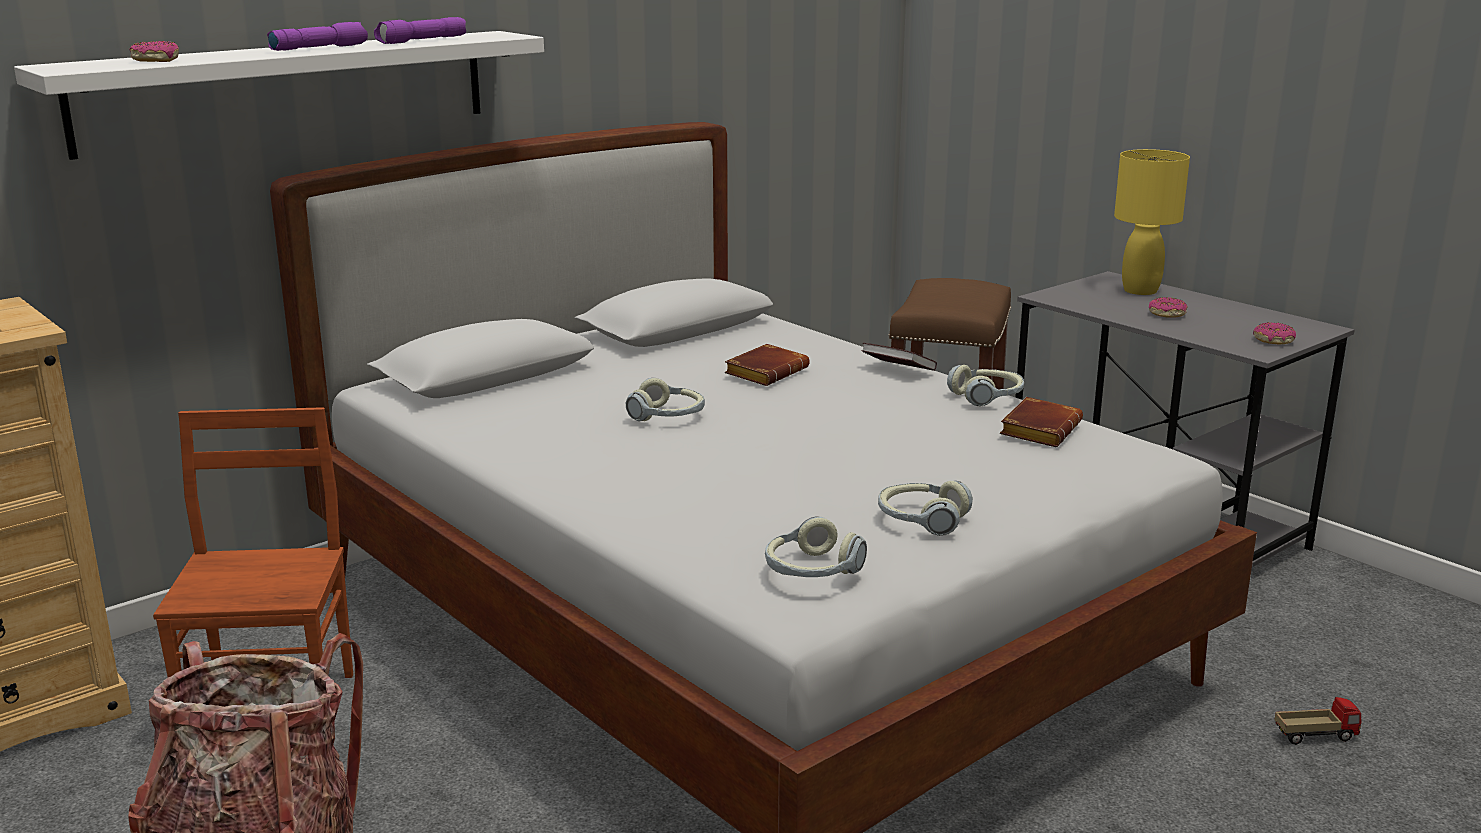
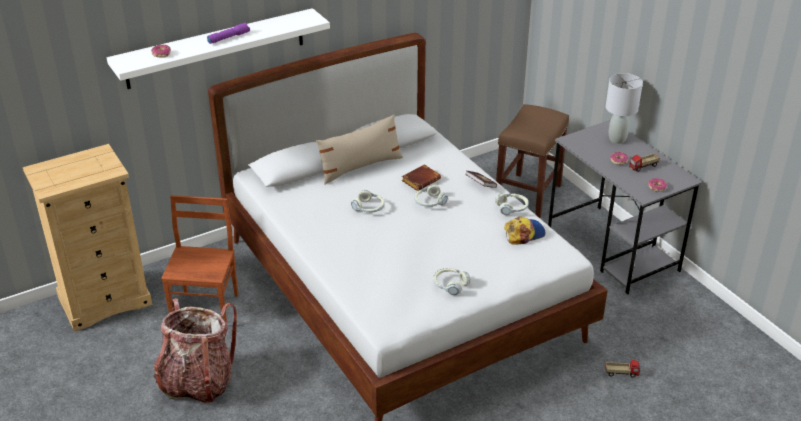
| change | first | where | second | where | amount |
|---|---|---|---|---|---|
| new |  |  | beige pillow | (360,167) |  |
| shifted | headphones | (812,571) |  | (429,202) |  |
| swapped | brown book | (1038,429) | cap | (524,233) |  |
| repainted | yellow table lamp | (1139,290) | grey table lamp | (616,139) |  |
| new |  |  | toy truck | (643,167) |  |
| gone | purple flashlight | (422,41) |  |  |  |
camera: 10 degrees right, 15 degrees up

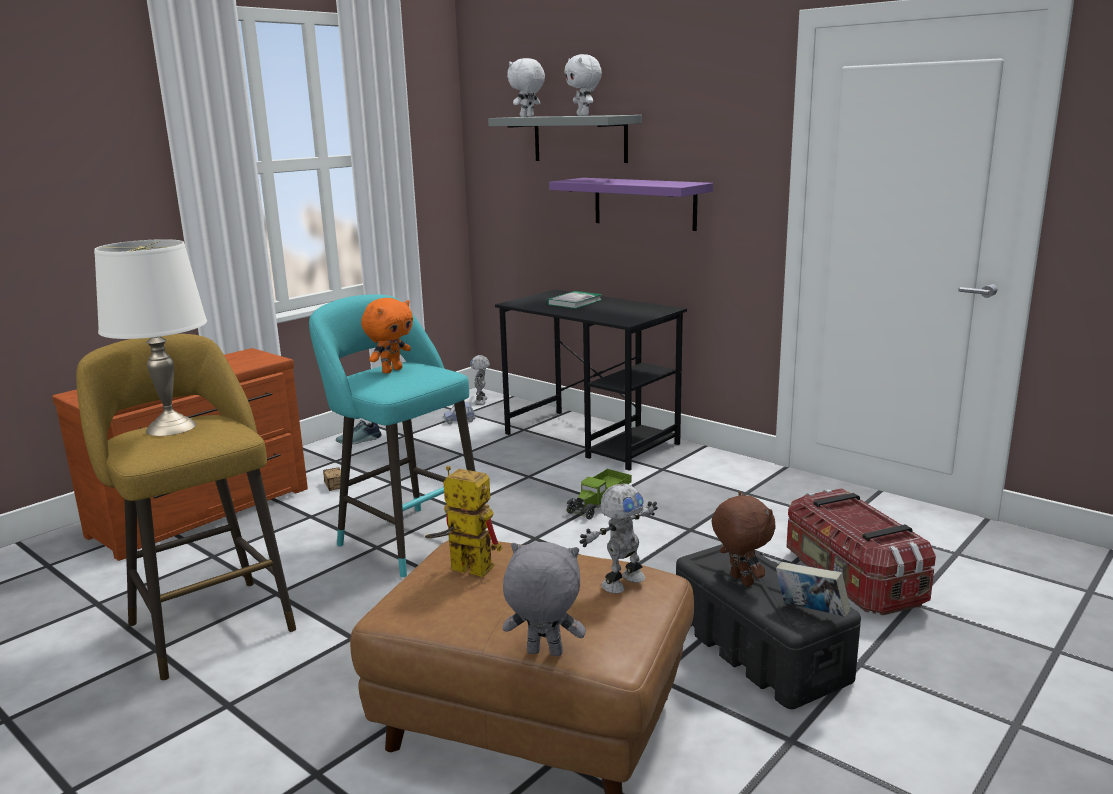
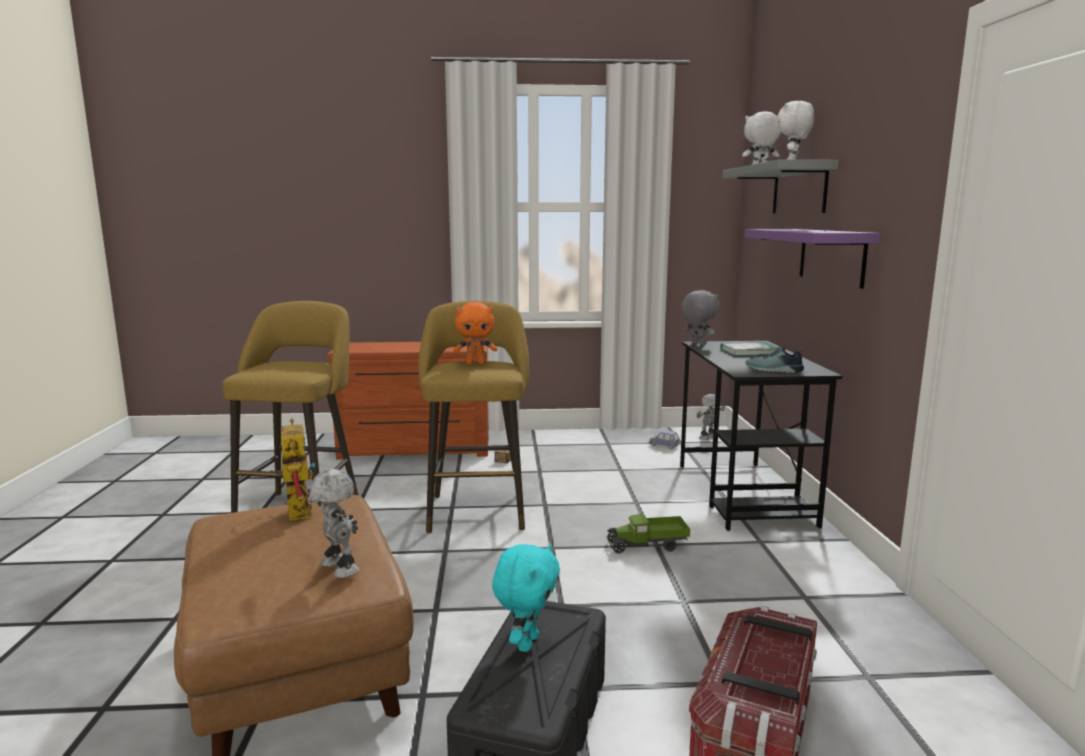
| change | first | where | second | where | amount |
|---|---|---|---|---|---|
| rotated | toy robot | (621,582) |  | (337,568) | 135 degrees counterclockwise |
| repainted | turquoise stool | (405,538) | yellow stool | (477,509) |  |
| repainted | brown plush toy | (740,580) | turquoise plush toy | (526,642) |  |
| shifted | grey plush toy | (543,654) |  | (697,344) |  |
| shifted | shoe | (359,441) |  | (774,370) |  |
| gone | white table lamp | (170,428) |  |  |  |
| gone | book | (810,613) |  |  |  |
camera: 45 degrees right, 5 degrees down

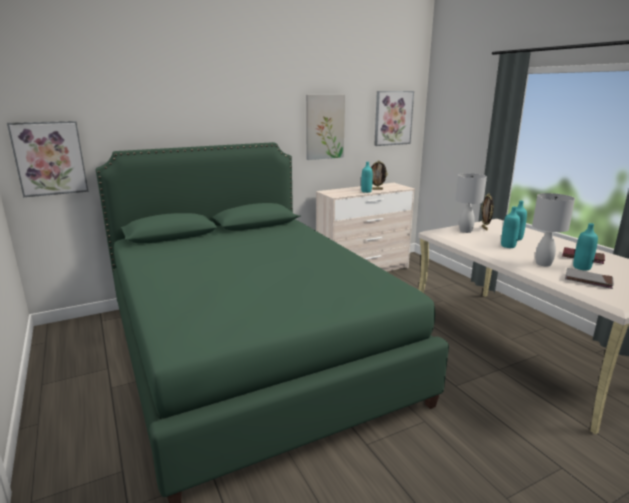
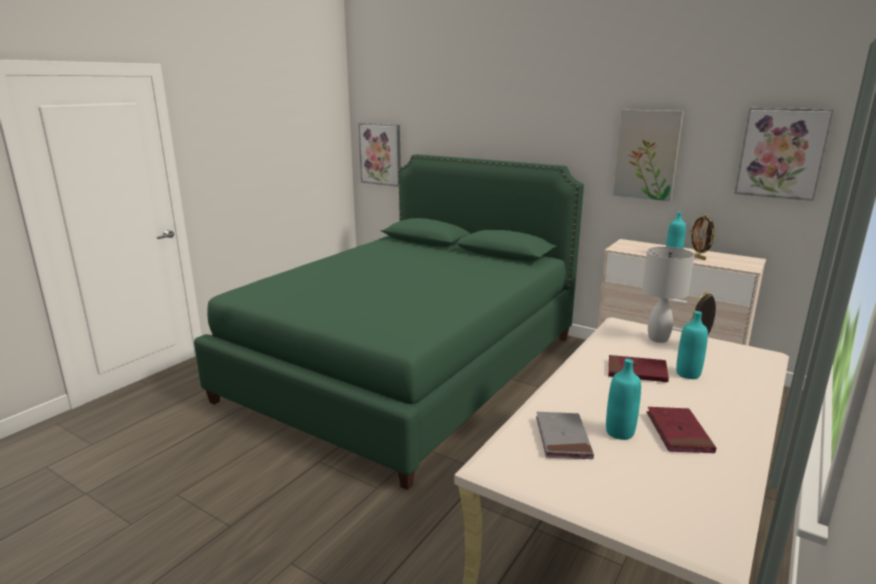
| change | first | where | second | where | amount |
|---|---|---|---|---|---|
| swapped | turquoise bottle | (508,246) | red book | (637,372) |  |
| gone | white table lamp | (542,264) |  |  |  |
camera: 60 degrees right, 0 degrees up

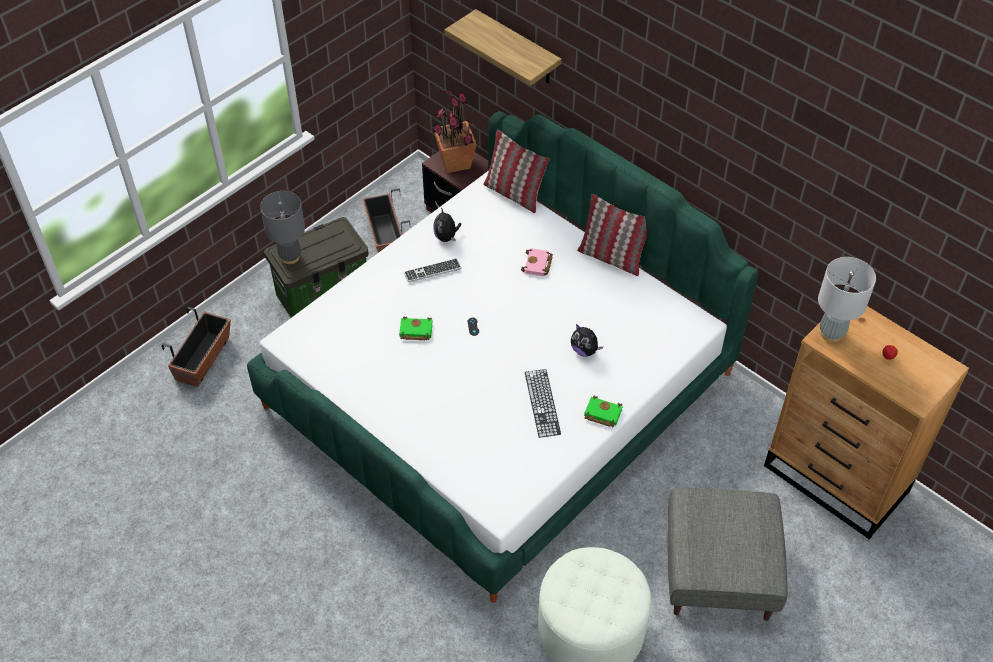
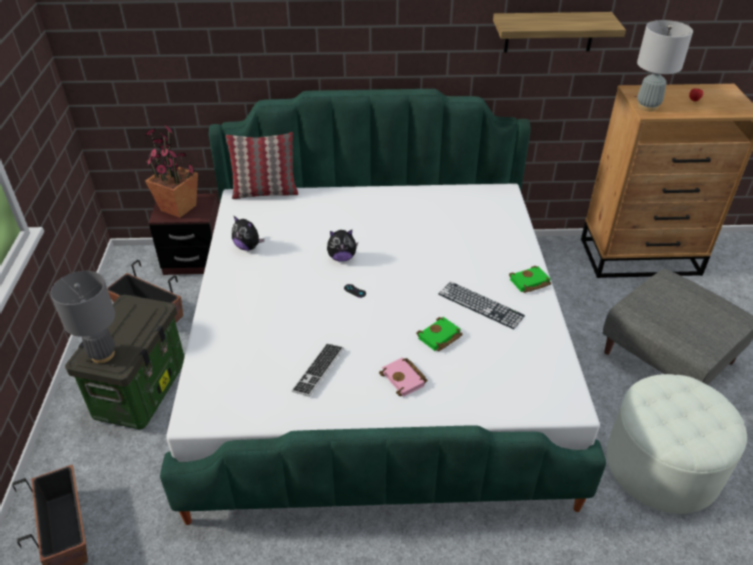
| change | first | where | second | where | amount |
|---|---|---|---|---|---|
| shifted | keyboard | (432,271) |  | (318,370) |  |
| shifted | plush toy | (584,350) |  | (342,258) |  |
| shifted | pink book | (538,265) |  | (405,379) |  |
| shifted | green book | (415,331) |  | (439,338) |  |
| shifted | shelf | (517,48) |  | (549,32) |  |
| gone | pillow | (611,257) |  |  |  |
camera: 45 degrees left, 10 degrees down

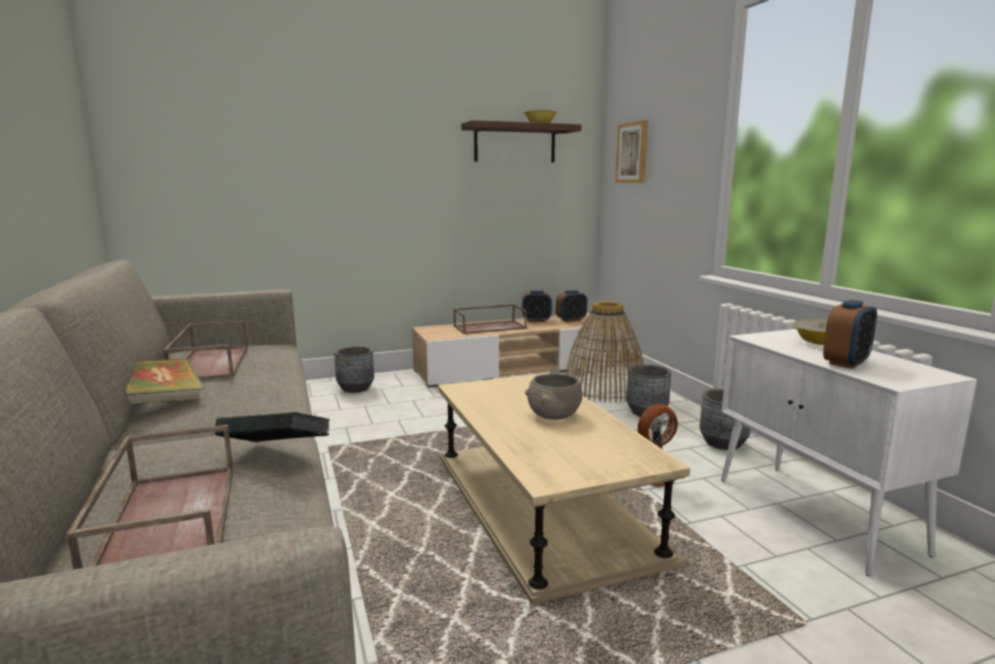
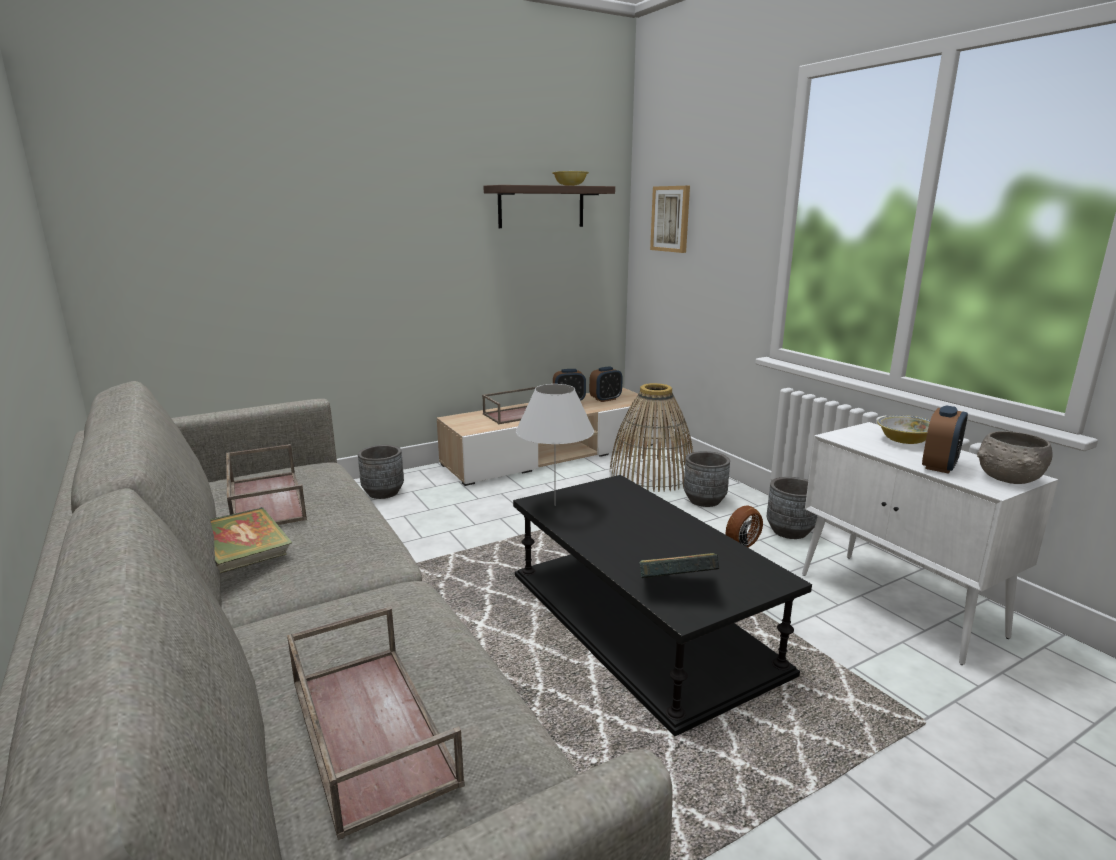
| change | first | where | second | where | amount |
|---|---|---|---|---|---|
| repainted | beige coffee table | (539,505) | black coffee table | (638,621) |  |
| new |  |  | white table lamp | (555,505) |  |
| shifted | book | (276,454) |  | (676,587) |  |
| shifted | grey bowl | (554,415) |  | (1009,479) |  |
camera: 10 degrees left, 5 degrees up

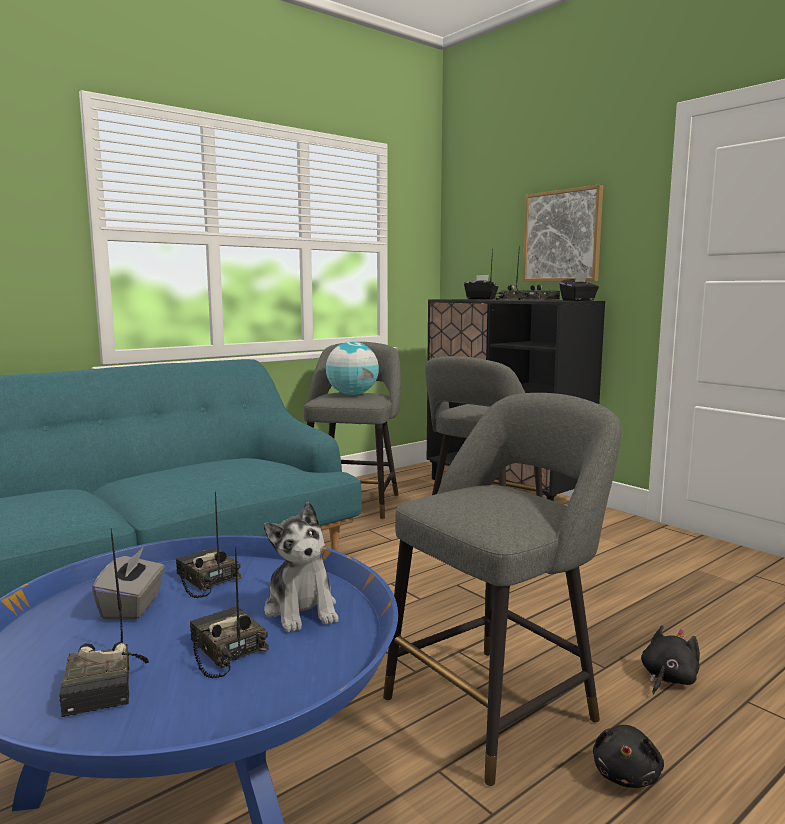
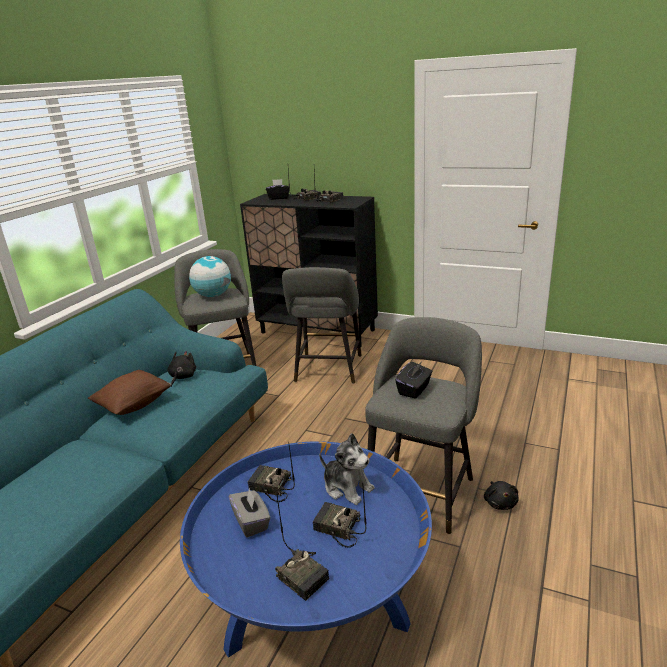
| change | first | where | second | where | amount |
|---|---|---|---|---|---|
| new |  |  | brown pillow | (134,405) |  |
| shifted | black plush toy | (667,679) |  | (182,377) |  |
| shifted | black tissue box | (578,300) |  | (414,390) |  |
| gone | picture | (562,236) |  |  |  |
camera: 25 degrees left, 15 degrees up

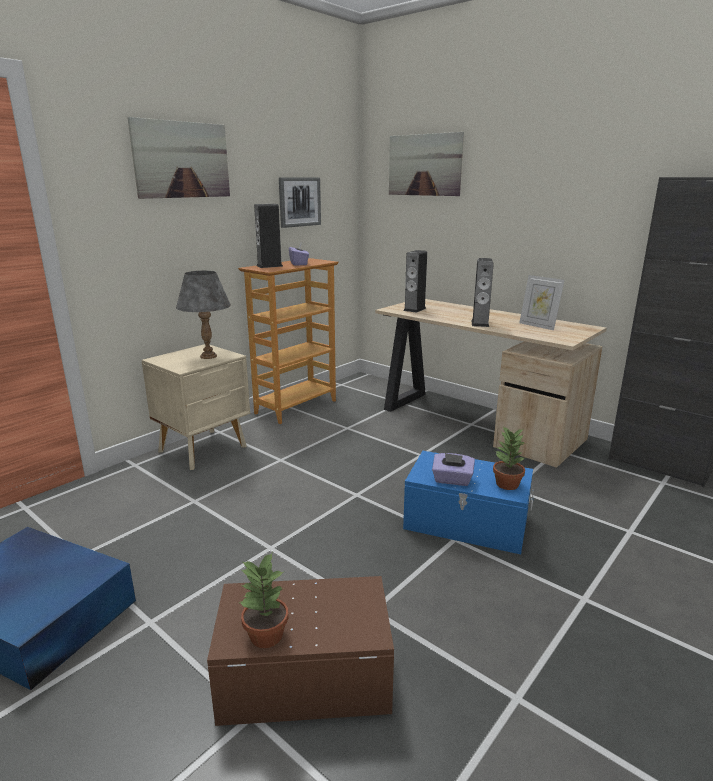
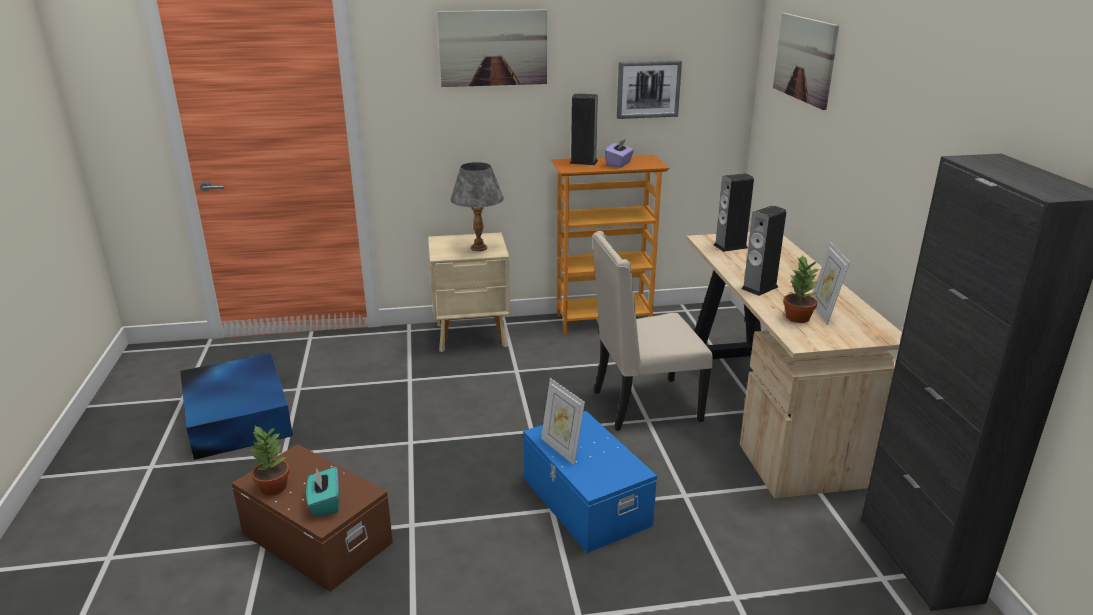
| change | first | where | second | where | amount |
|---|---|---|---|---|---|
| new |  |  | turquoise tissue box | (325,503) |  |
| swapped | purple tissue box | (452,480) | picture frame | (561,449) |  |
| new |  |  | beige chair | (643,406) |  |
| shifted | potted plant | (506,484) |  | (797,317) |  |
camera: 40 degrees right, 5 degrees up

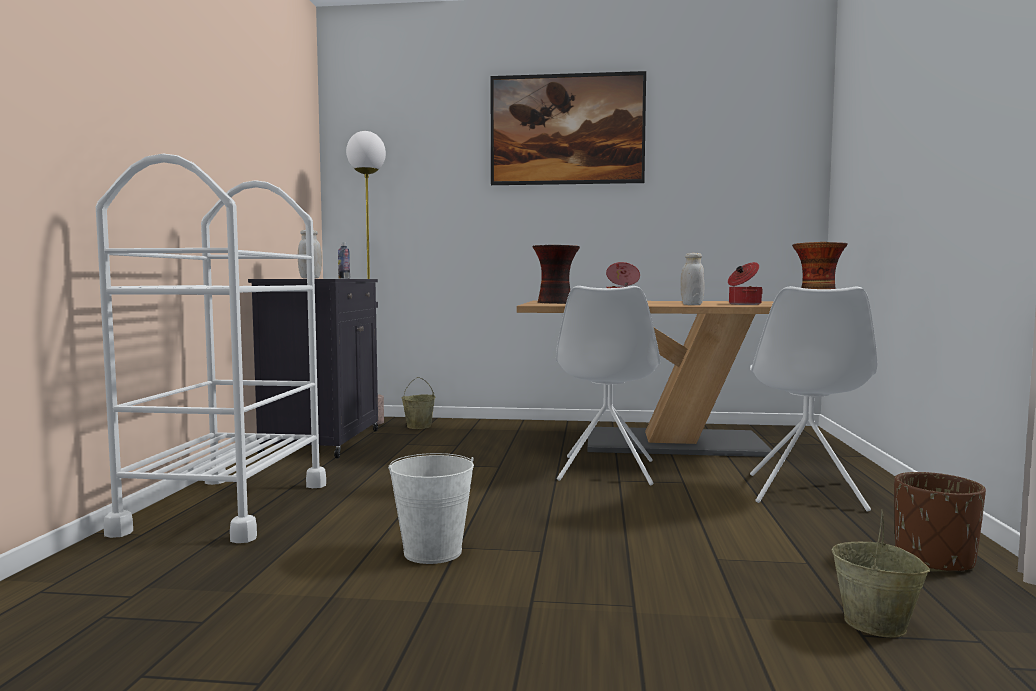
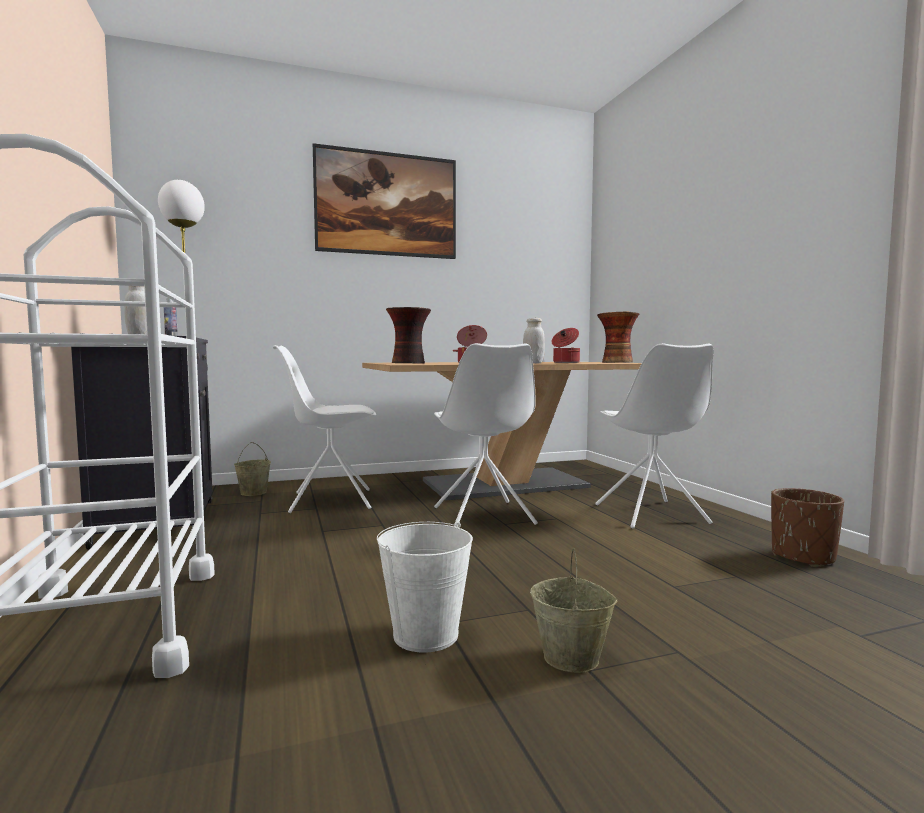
| change | first | where | second | where | amount |
|---|---|---|---|---|---|
| new |  |  | white chair | (329,501) |  |
| shifted | beige bucket | (876,624) |  | (572,658) |  |
camera: 25 degrees left, 0 degrees up

